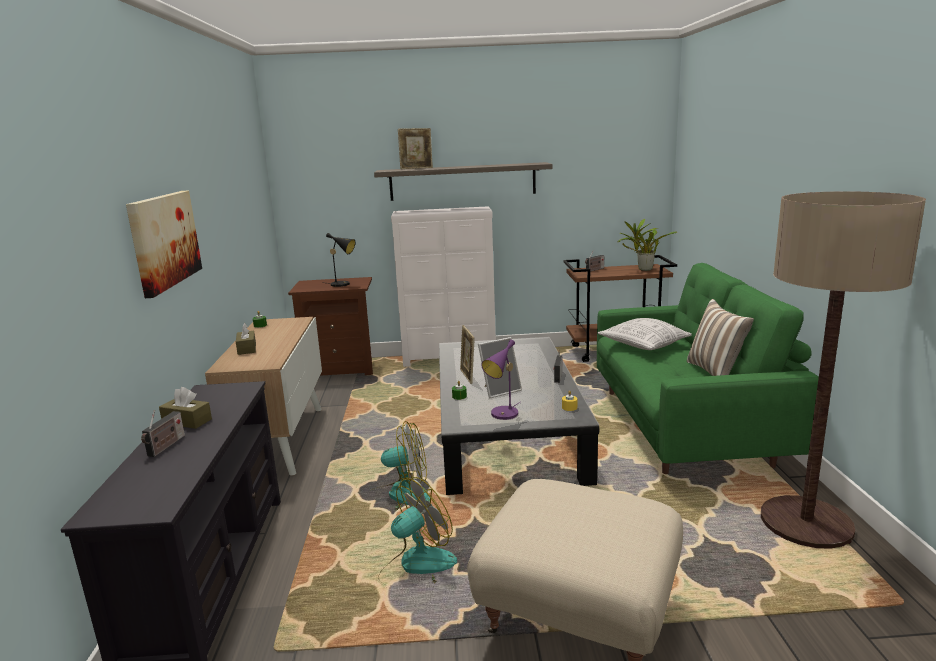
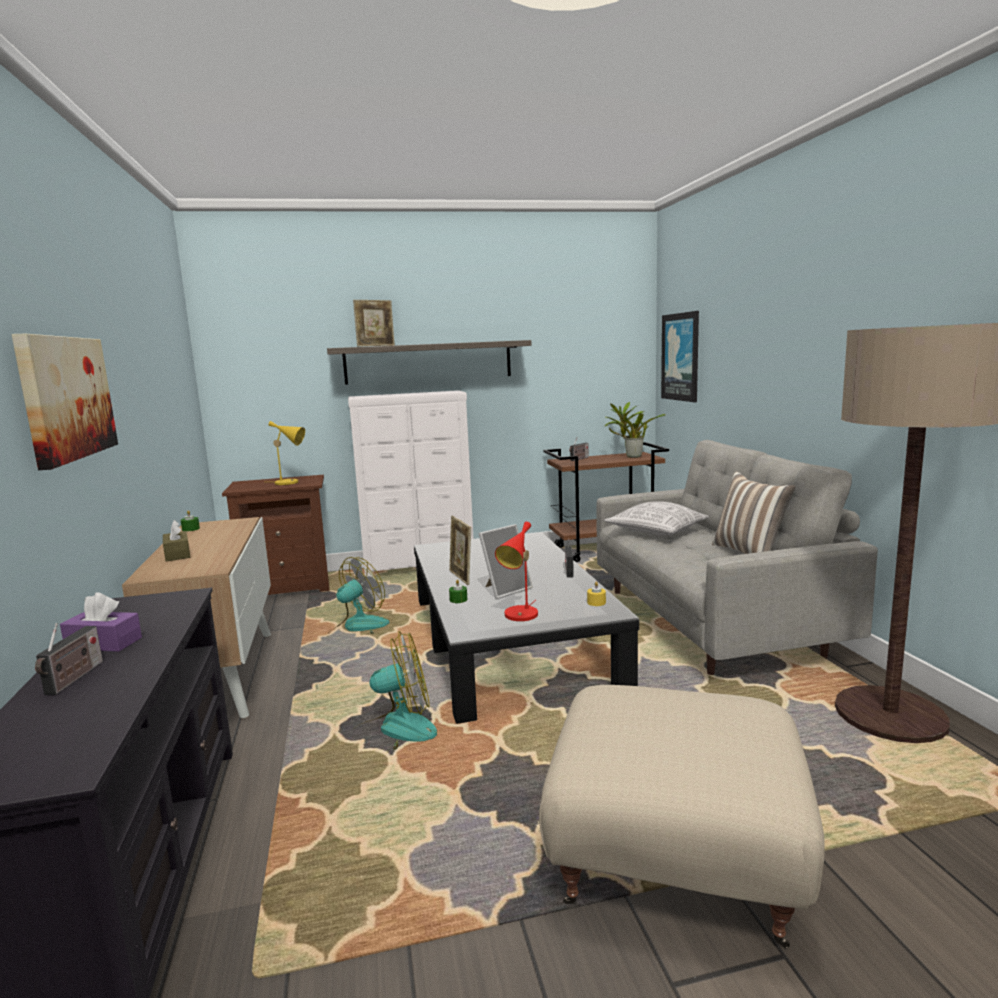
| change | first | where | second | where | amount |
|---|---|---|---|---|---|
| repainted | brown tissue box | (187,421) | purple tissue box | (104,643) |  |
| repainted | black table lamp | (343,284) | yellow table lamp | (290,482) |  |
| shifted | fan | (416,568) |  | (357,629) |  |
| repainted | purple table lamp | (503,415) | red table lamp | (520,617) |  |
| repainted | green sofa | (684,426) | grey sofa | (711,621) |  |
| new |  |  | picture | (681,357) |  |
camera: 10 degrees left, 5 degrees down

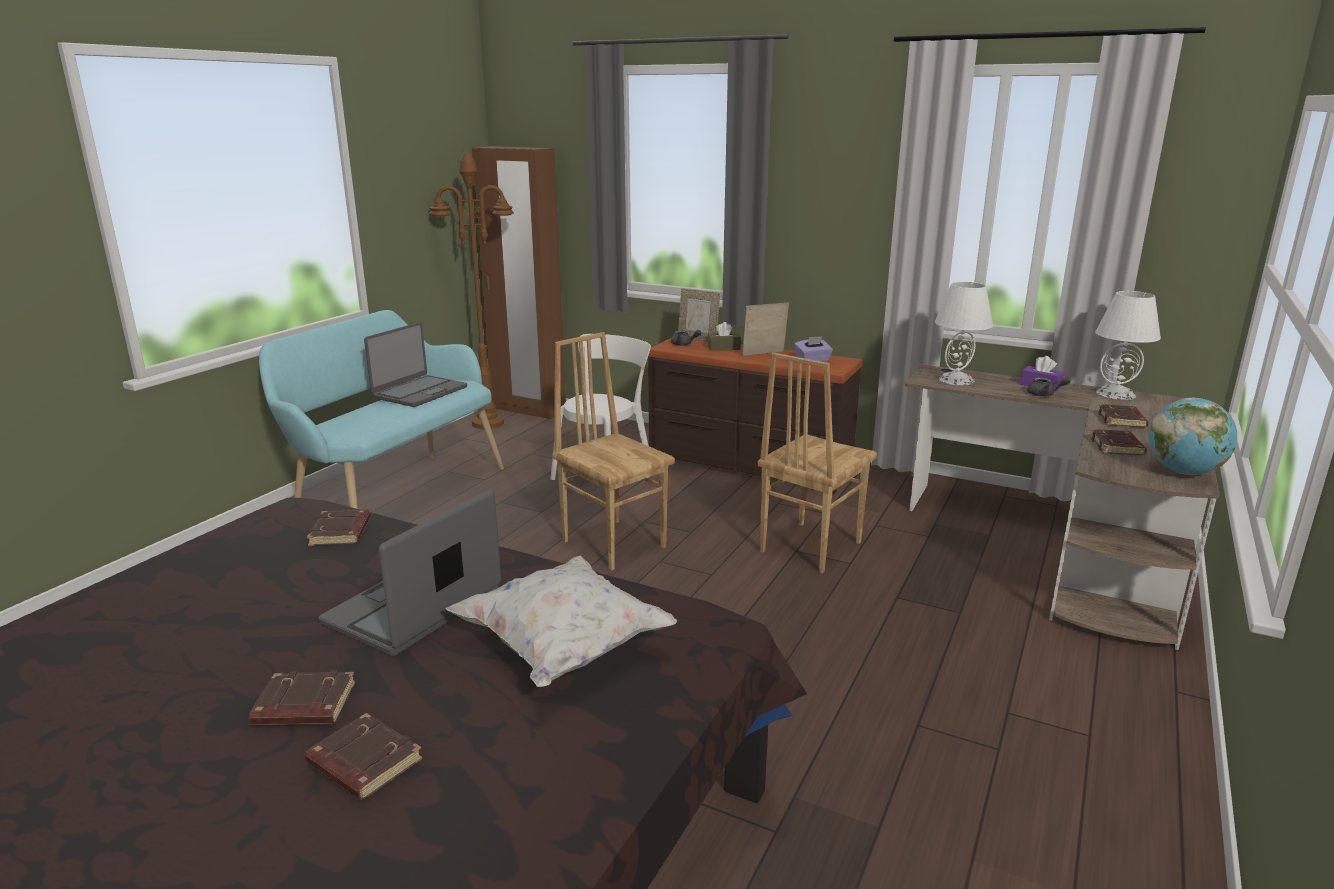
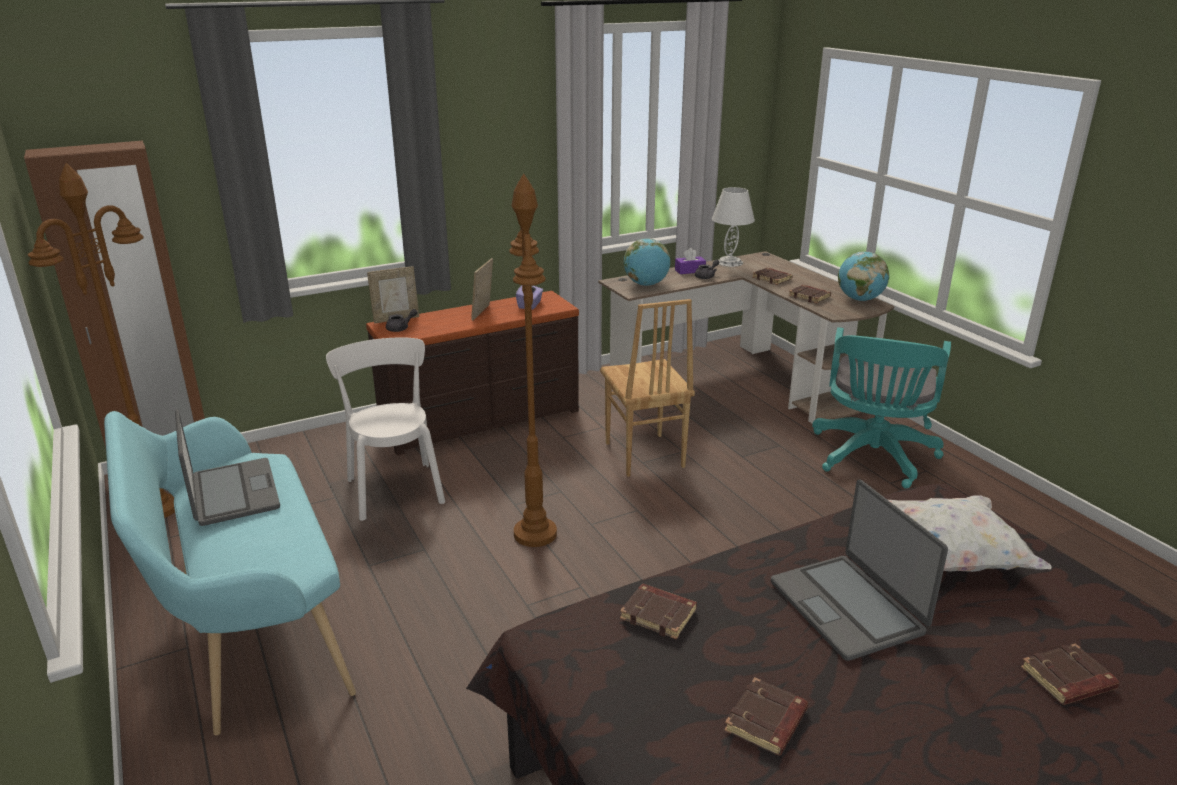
| change | first | where | second | where | amount |
|---|---|---|---|---|---|
| swapped | brown chair | (614,543) | brown floor lamp | (535,533) |  |
| swapped | white table lamp | (956,380) | globe | (646,284) |  |
| shifted | brown book | (303,707) |  | (766,722) |  |
| new |  |  | turquoise office chair | (872,458) |  |
| gone | brown tissue box | (724,348) |  |  |  |
camera: 55 degrees left, 5 degrees up

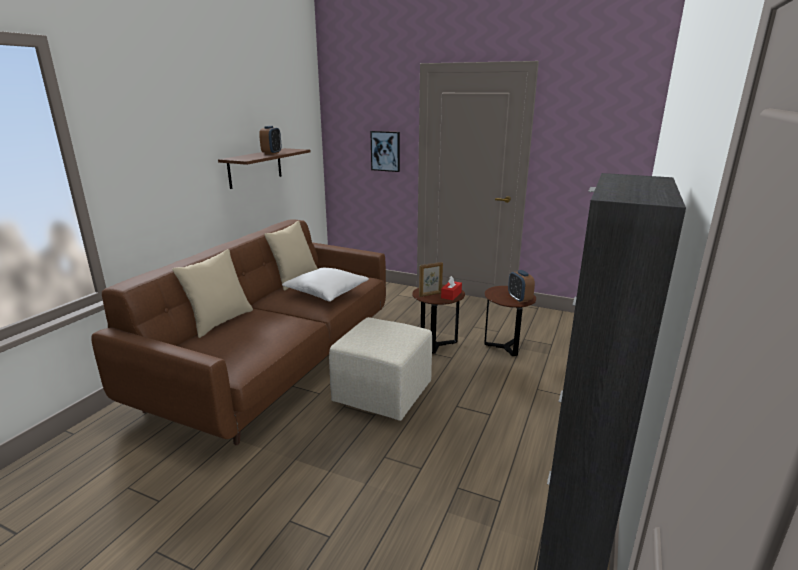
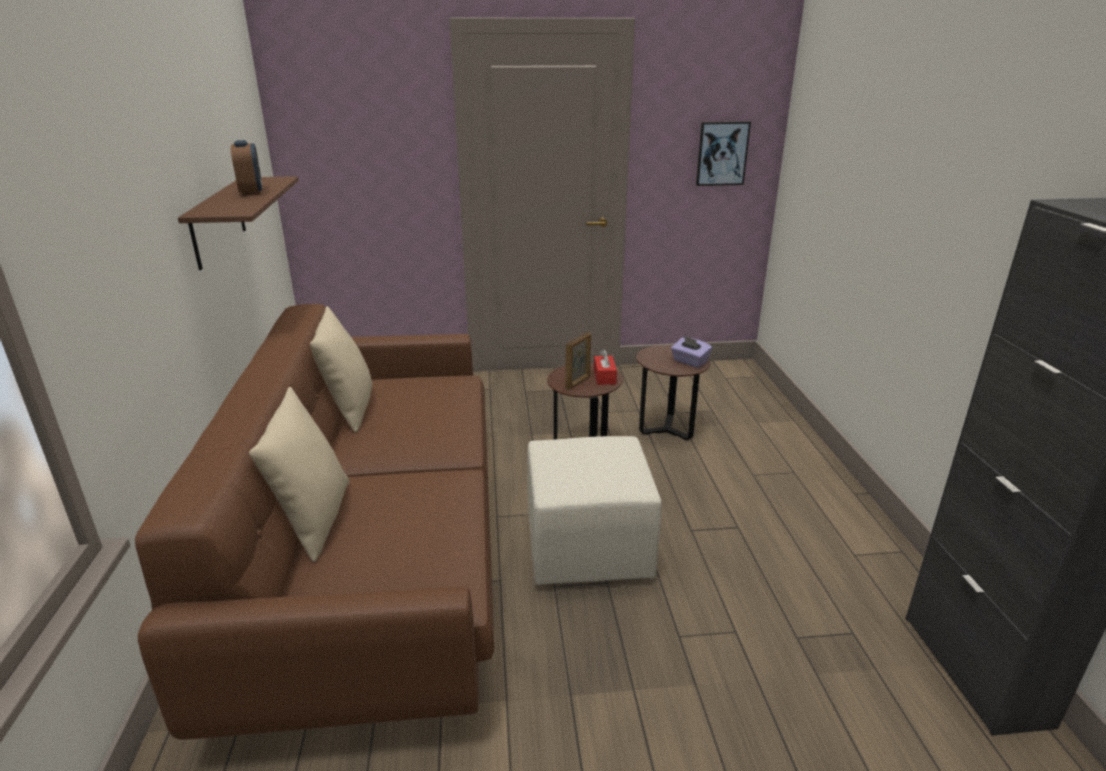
| change | first | where | second | where | amount |
|---|---|---|---|---|---|
| swapped | alarm clock | (519,299) | purple tissue box | (689,362) |  |
| shifted | picture | (385,151) |  | (722,153) |  |
| gone | white pillow | (326,293) |  |  |  |
camera: 30 degrees left, 5 degrees up

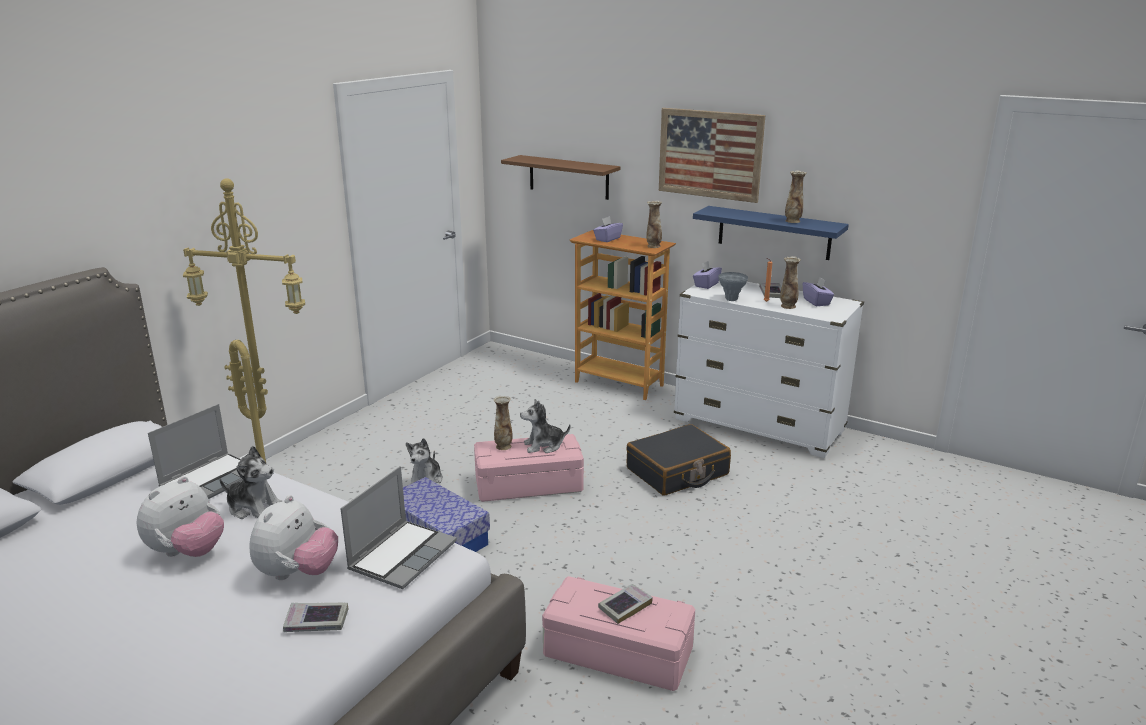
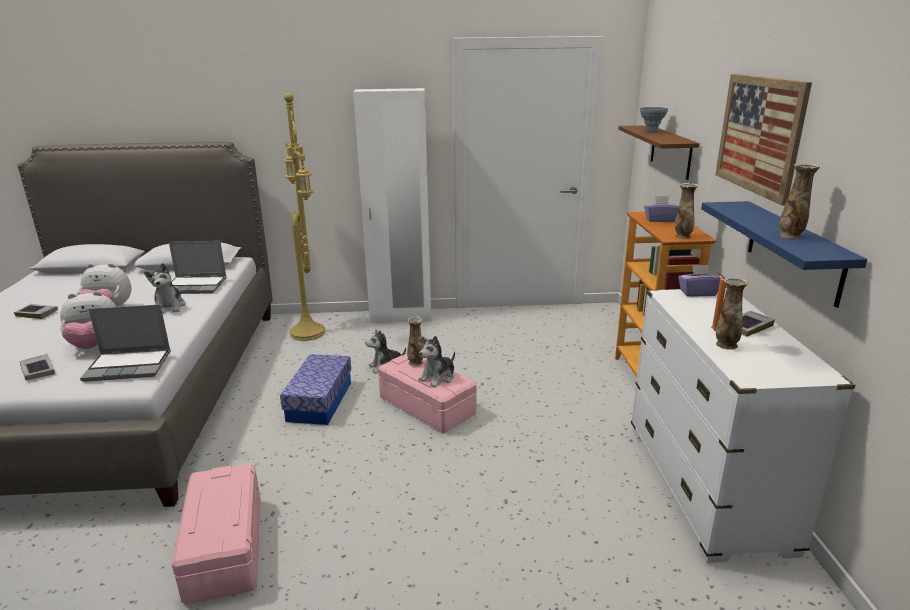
| change | first | where | second | where | amount |
|---|---|---|---|---|---|
| shifted | book | (625,606) |  | (37,313) |  |
| new |  |  | white wardrobe | (400,317) |  |
| rotated | plush toy | (544,446) |  | (438,377) | 90 degrees counterclockwise |
| shifted | grey vase | (731,299) |  | (651,131) |  |
| gone | black suitcase | (677,472) |  |  |  |
| gone | purple tissue box | (816,302) |  |  |  |
camera: 55 degrees right, 0 degrees up

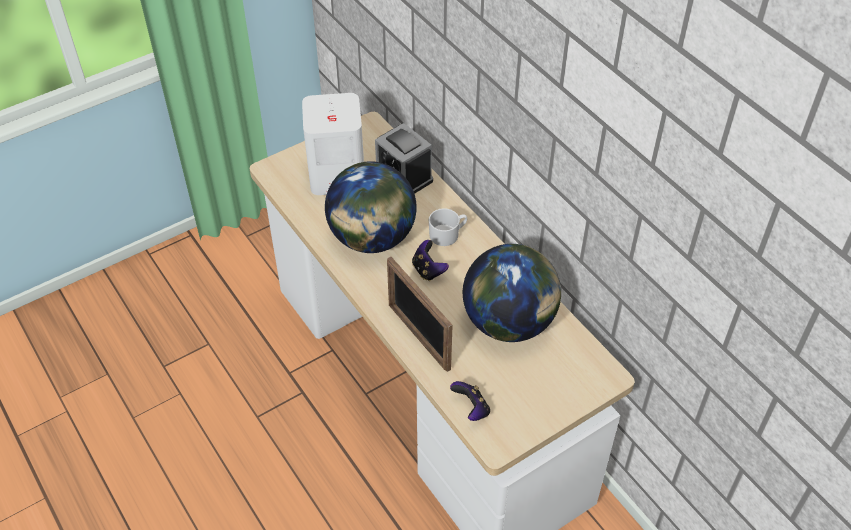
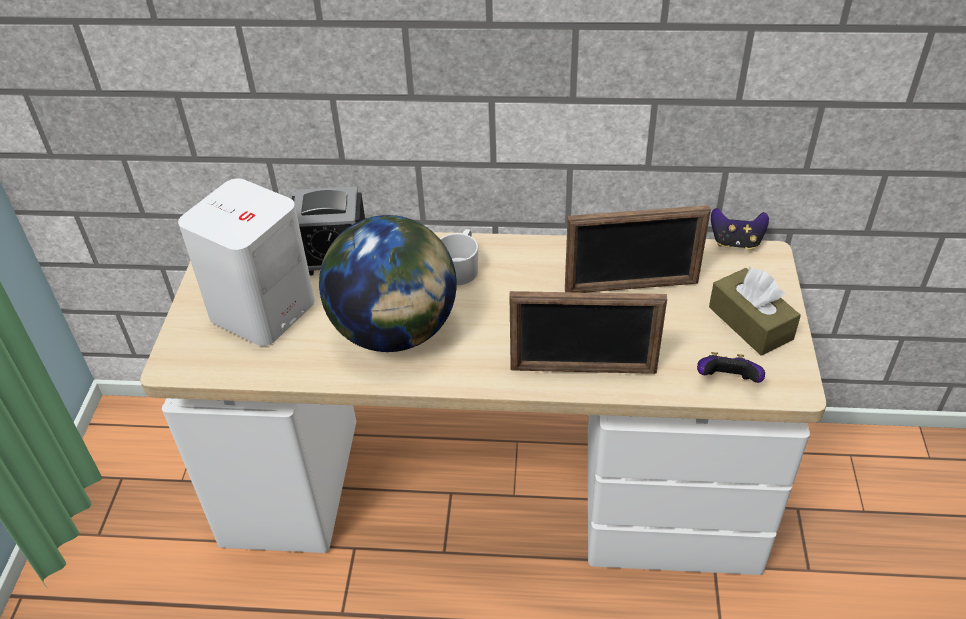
| change | first | where | second | where | amount |
|---|---|---|---|---|---|
| swapped | globe | (509,322) | picture frame | (631,287) |  |
| new |  |  | brown tissue box | (750,323) |  |
| shifted | game controller | (428,270) |  | (735,242) |  |
camera: 50 degrees left, 5 degrees down

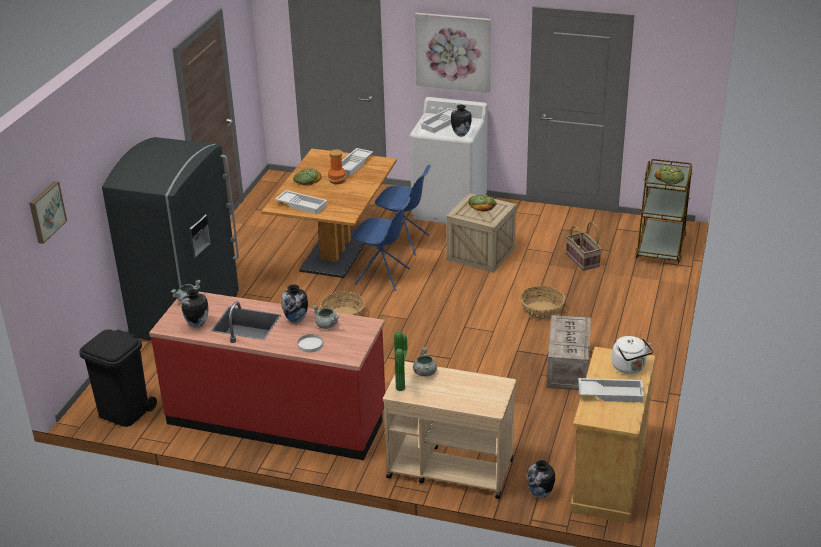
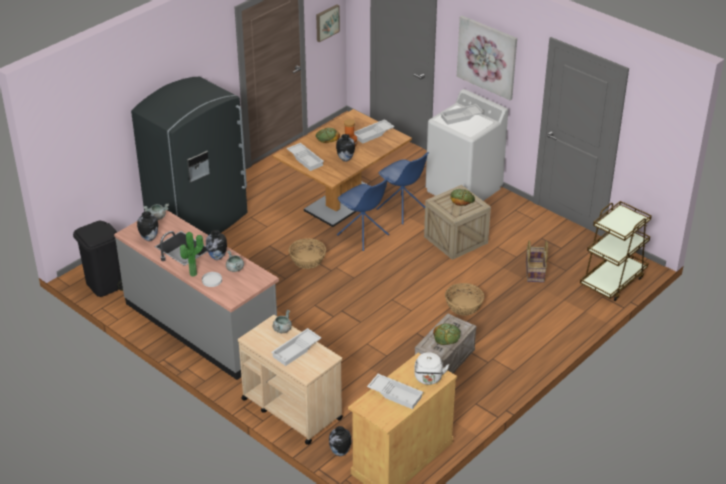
| change | first | where | second | where | amount |
|---|---|---|---|---|---|
| repainted | red counter | (277,418) | grey counter | (201,326) |  |
| shifted | potted plant | (402,388) |  | (194,274) |  |
| new |  |  | white tray | (296,350) |  |
| shifted | picture | (46,211) |  | (326,22) |  |
| shifted | vase | (460,134) |  | (345,159) |  |
| shifted | bread | (669,177) |  | (446,336) |  |
camera: 25 degrees right, 5 degrees up

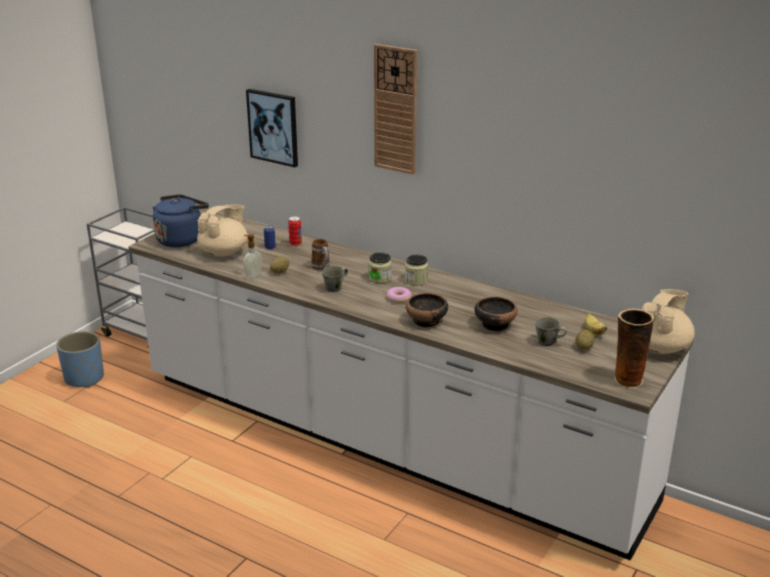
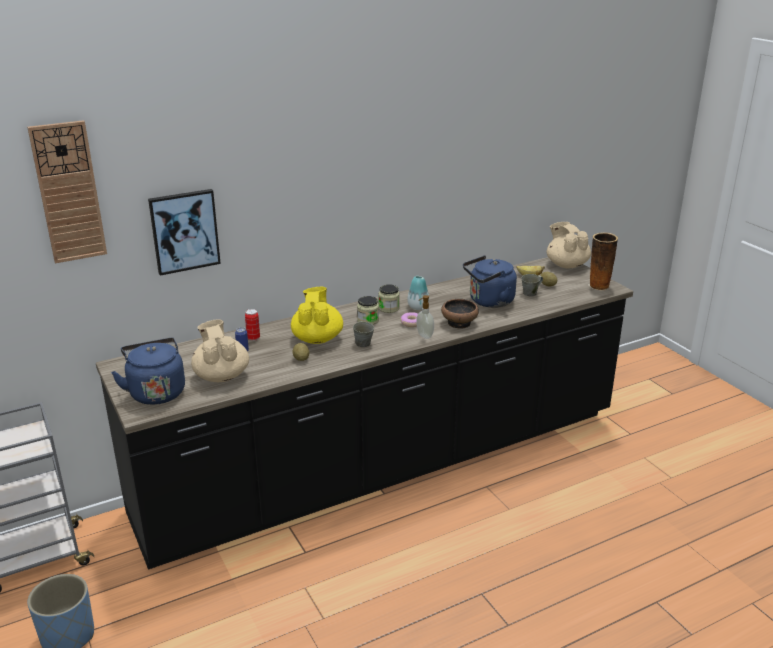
| change | first | where | second | where | amount |
|---|---|---|---|---|---|
| shifted | wall clock | (396,109) |  | (68,193) |  |
| repainted | white counter | (385,440) | black counter | (386,465) |  |
| swapped | mug | (322,268) | yellow teapot | (317,338) |  |
| new |  |  | vase | (418,307) |  |
| shifted | soap dispenser | (252,275) |  | (424,336) |  |
| swapped | bowl | (495,324) | blue kettle | (489,302) |  |
camera: 60 degrees left, 0 degrees up

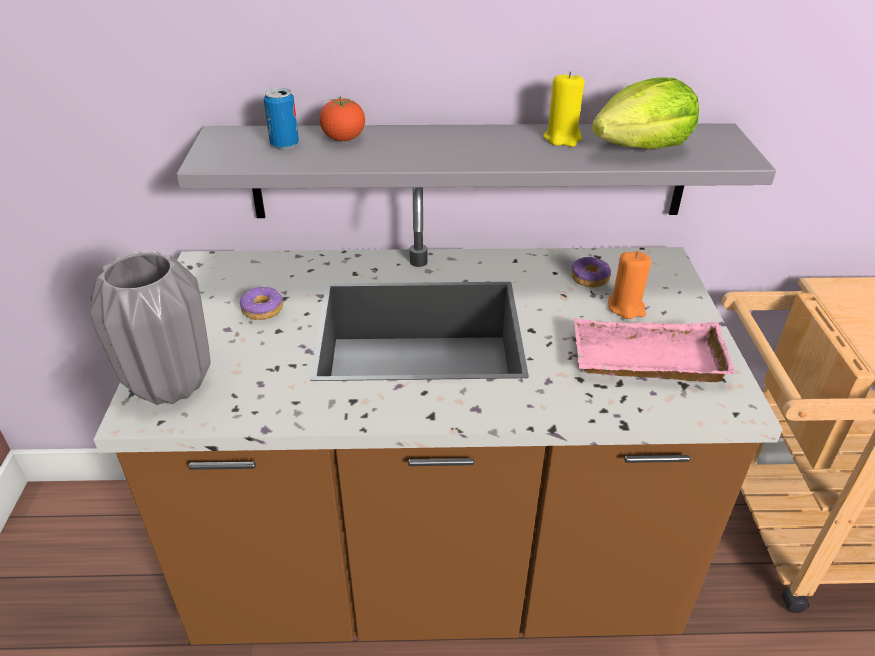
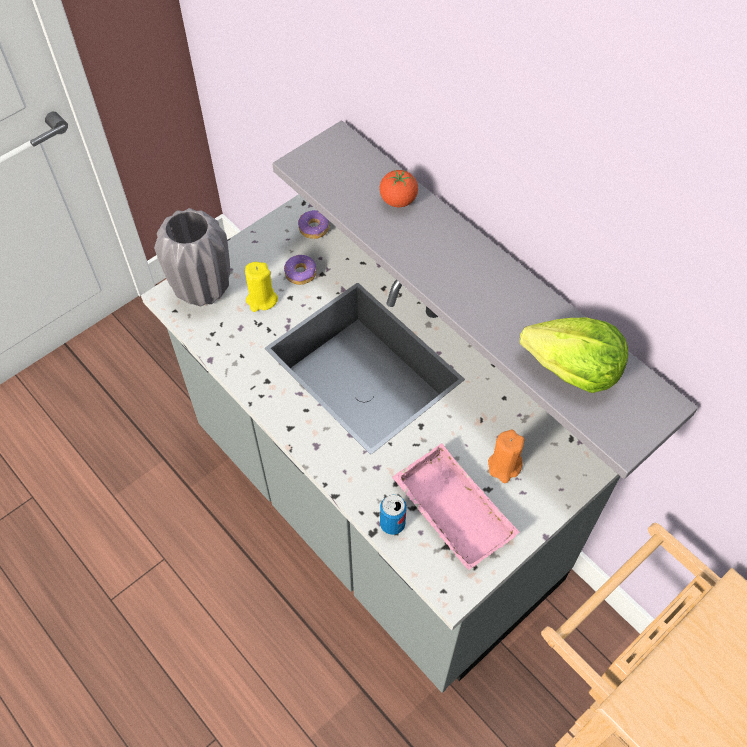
| change | first | where | second | where | amount |
|---|---|---|---|---|---|
| repainted | brown counter | (435,568) | grey counter | (373,508) |  |
| shifted | yellow candle | (562,138) |  | (261,299) |  |
| shifted | donut | (590,278) |  | (314,228) |  |
| shifted | can | (284,144) |  | (392,524) |  |
camera: 50 degrees right, 20 degrees up

